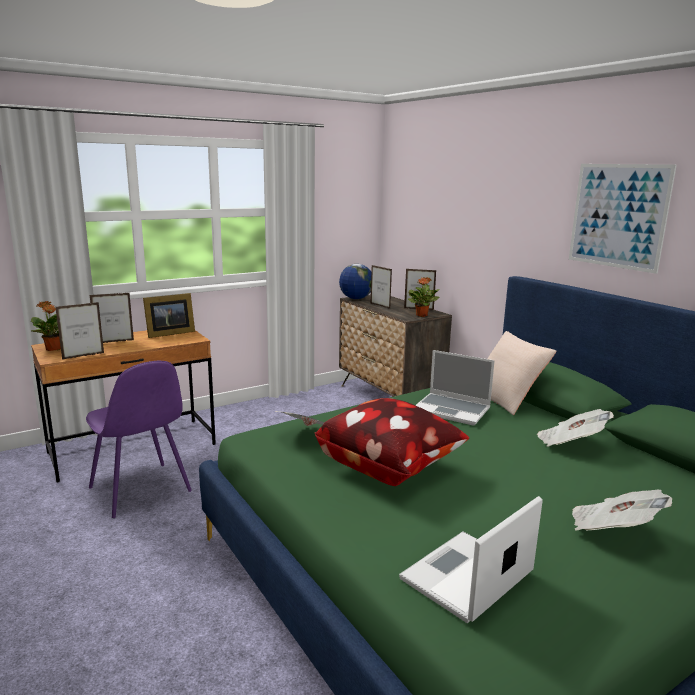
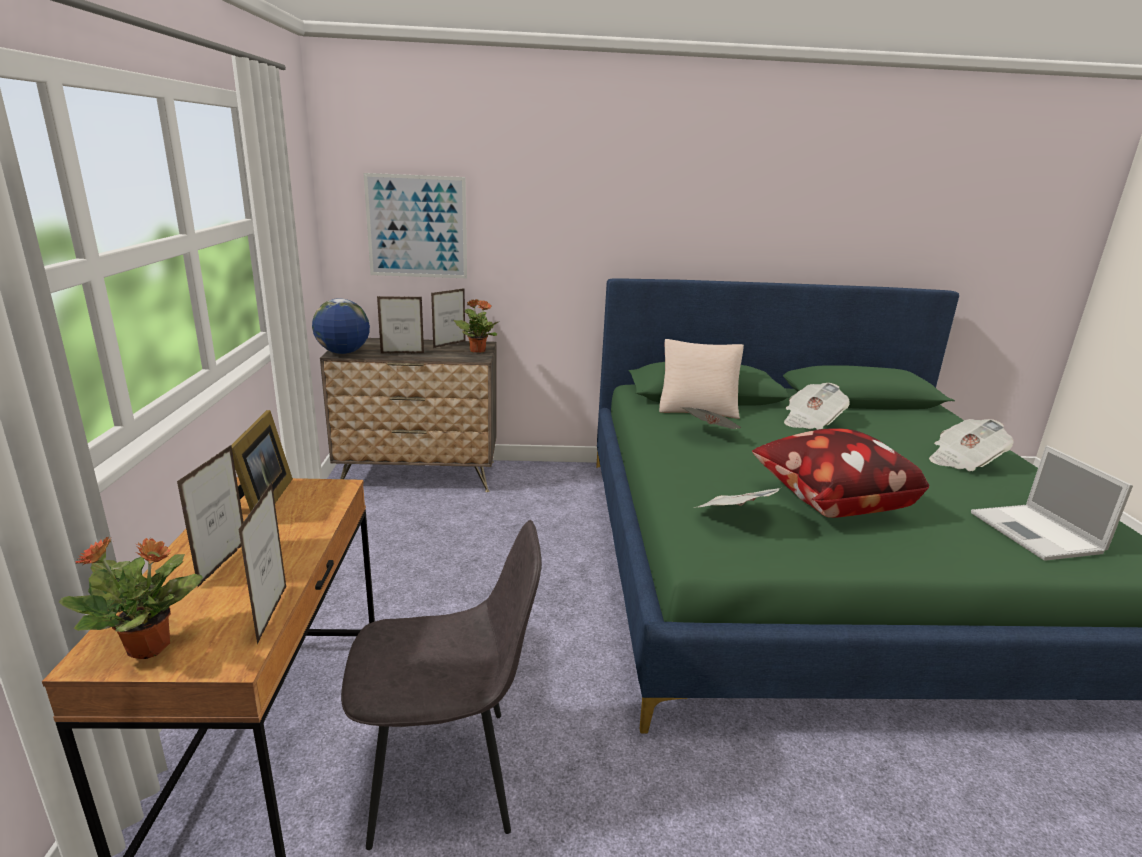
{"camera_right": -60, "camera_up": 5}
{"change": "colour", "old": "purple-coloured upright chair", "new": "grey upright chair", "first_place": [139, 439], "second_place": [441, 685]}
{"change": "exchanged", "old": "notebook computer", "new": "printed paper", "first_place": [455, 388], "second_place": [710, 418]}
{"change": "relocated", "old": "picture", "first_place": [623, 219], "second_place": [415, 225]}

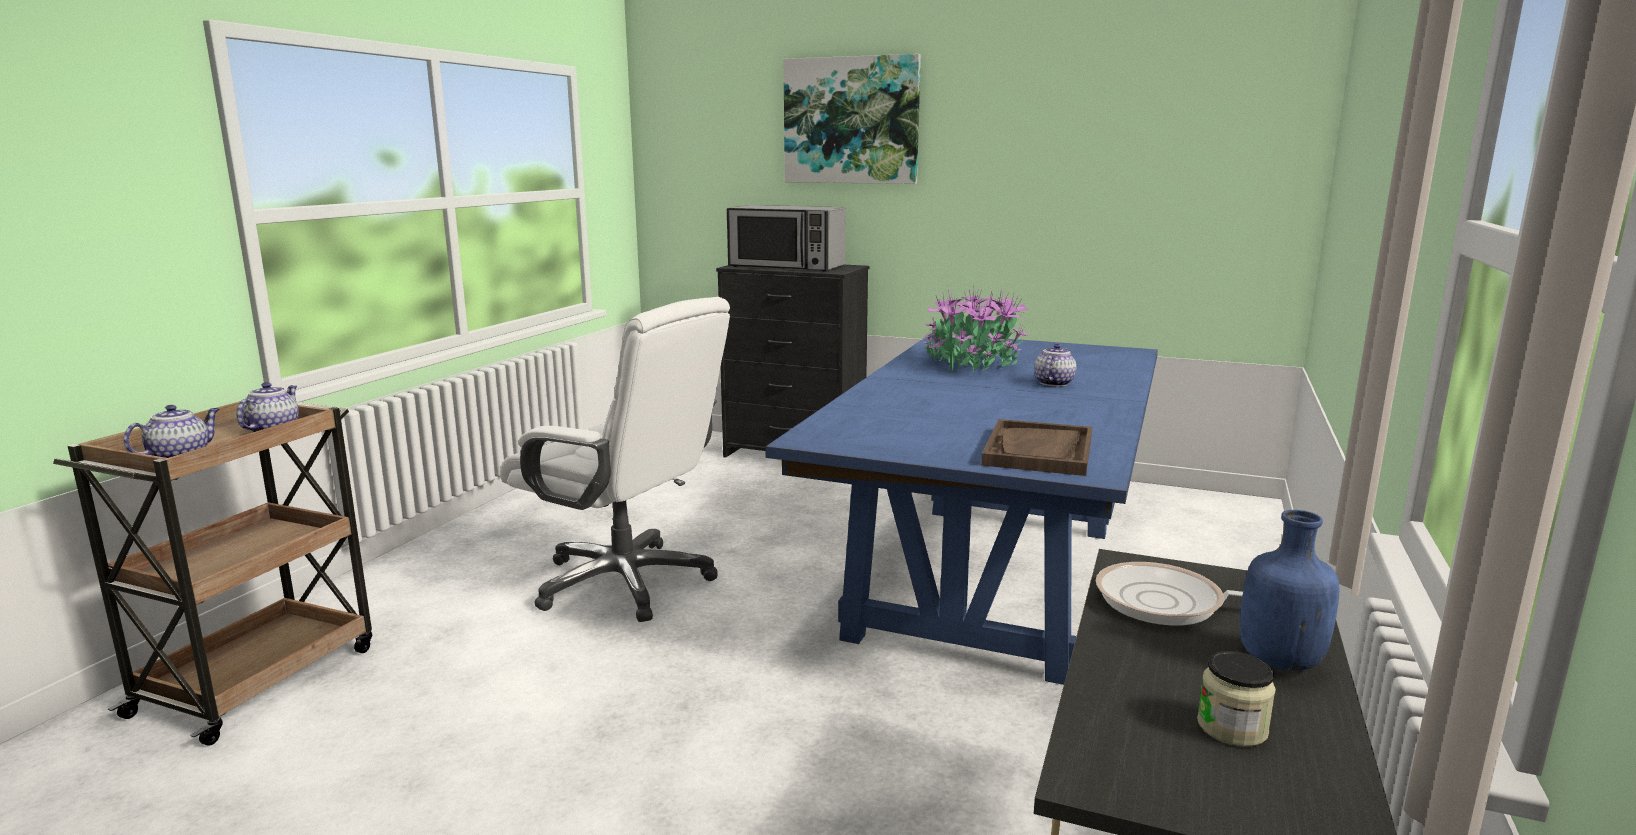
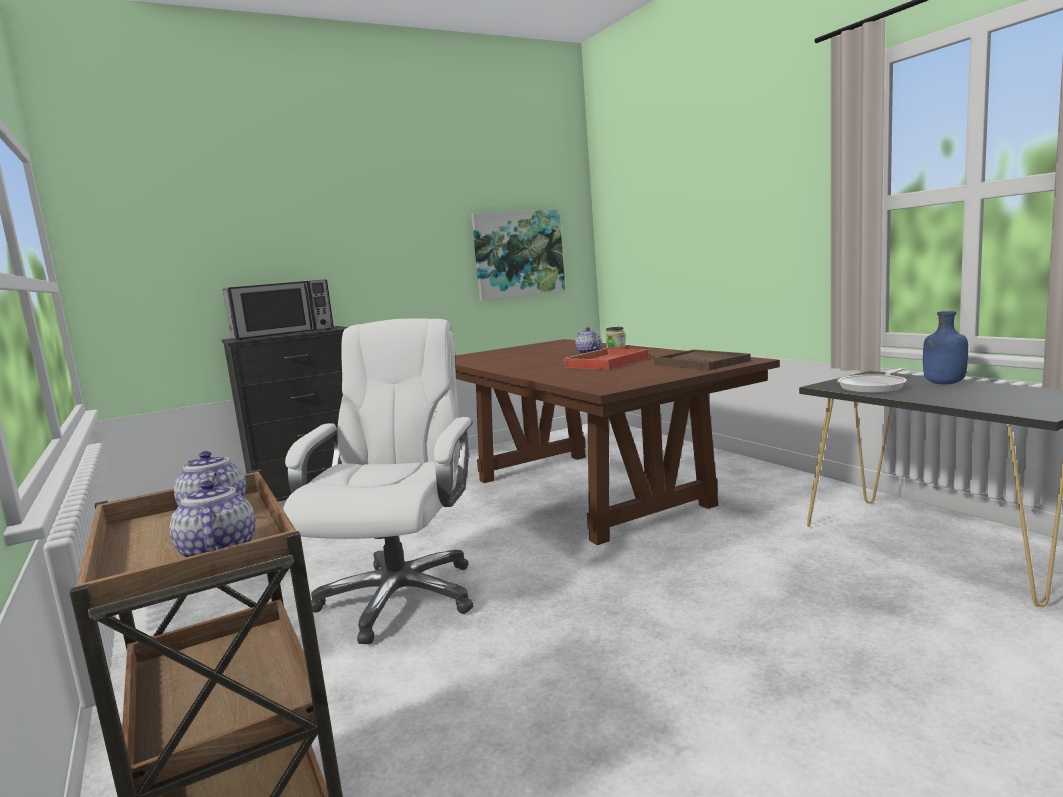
{"camera_right": -50, "camera_up": -5}
{"change": "spun", "old": "white-coloured desk chair", "first_place": [615, 459], "second_place": [378, 481], "degrees": -60}
{"change": "colour", "old": "bluish dining table", "new": "brown dining table", "first_place": [961, 509], "second_place": [617, 442]}
{"change": "relocated", "old": "picture", "first_place": [852, 119], "second_place": [518, 255]}
{"change": "missing", "old": "potted plant", "first_place": [975, 330]}
{"change": "relocated", "old": "jar", "first_place": [1236, 699], "second_place": [615, 338]}
{"change": "appeared", "new": "red tray", "second_place": [606, 359]}

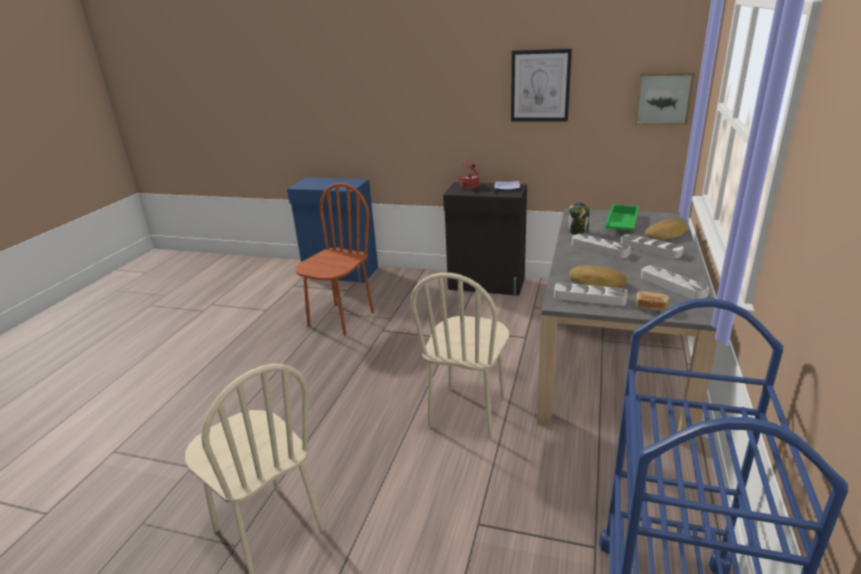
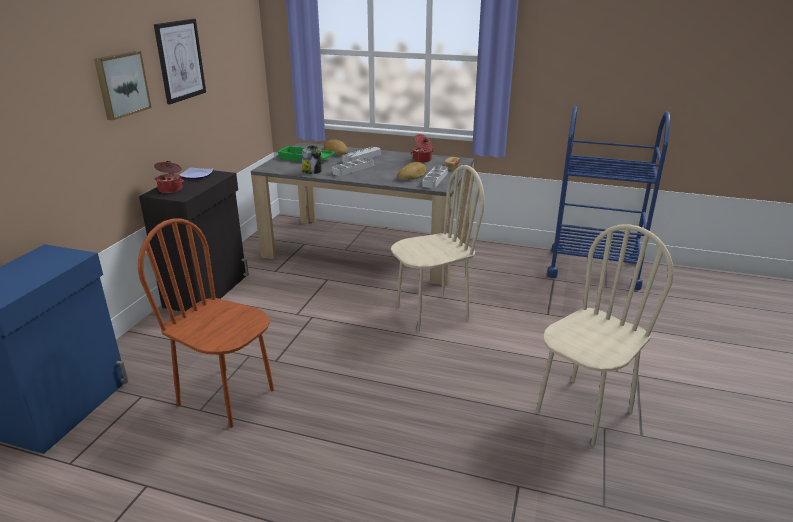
{"camera_right": -90, "camera_up": 0}
{"change": "spun", "old": "sand-coloured upright chair", "first_place": [460, 356], "second_place": [438, 248], "degrees": -45}
{"change": "relocated", "old": "picture", "first_place": [664, 98], "second_place": [123, 85]}
{"change": "exchanged", "old": "grey tray", "new": "stockpot", "first_place": [675, 282], "second_place": [422, 148]}

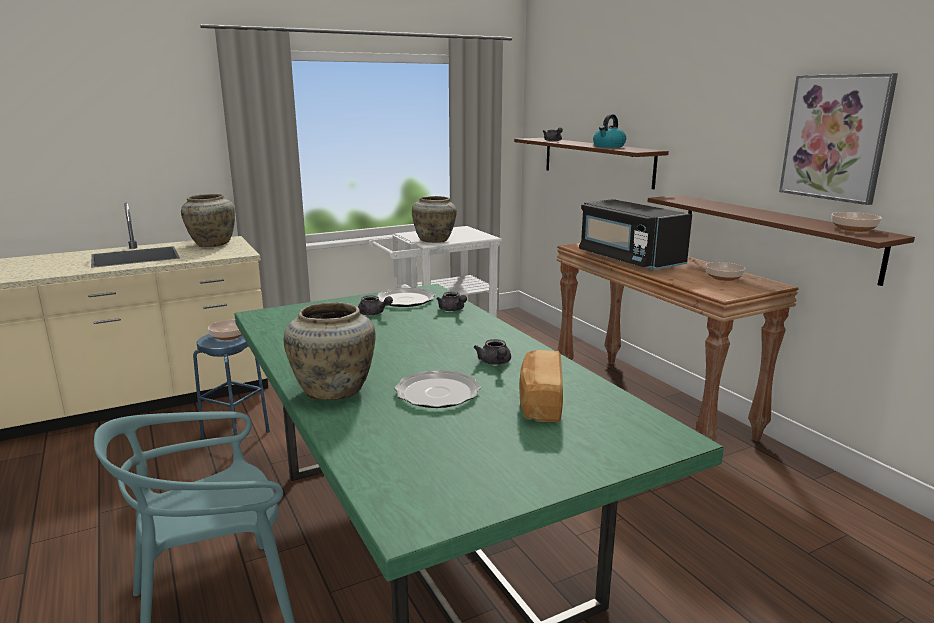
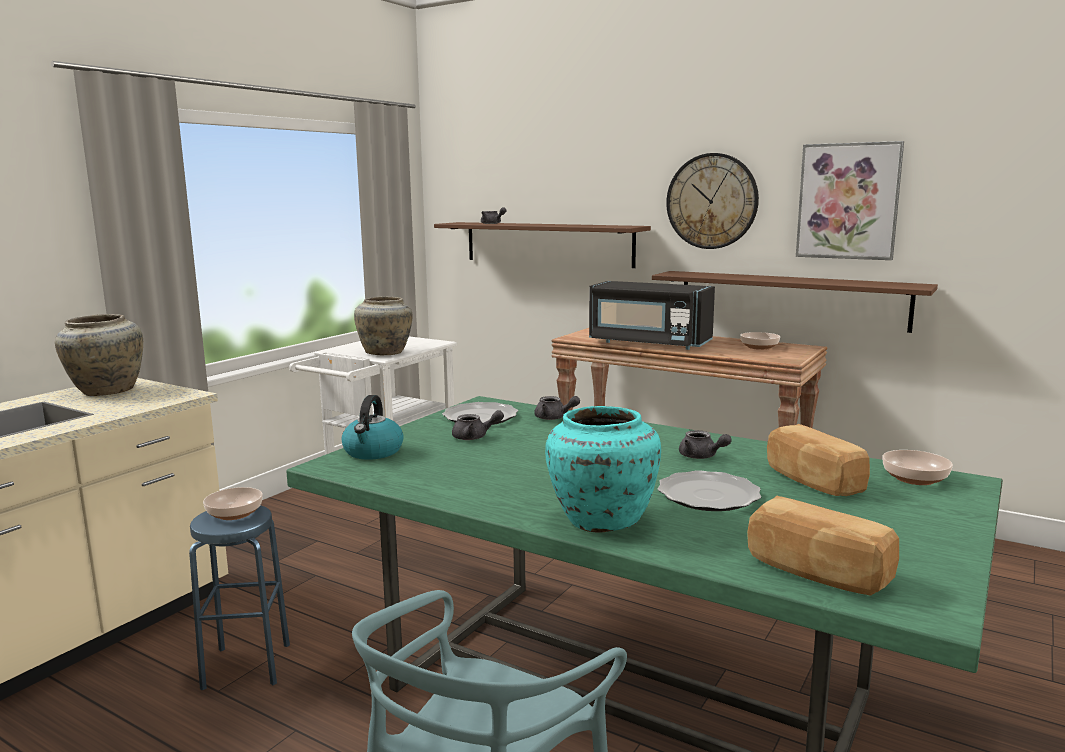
{"camera_right": -30, "camera_up": -5}
{"change": "colour", "old": "sand-coloured flower vase", "new": "blue-green flower vase", "first_place": [330, 351], "second_place": [603, 469]}
{"change": "relocated", "old": "tea kettle", "first_place": [609, 131], "second_place": [373, 427]}
{"change": "relocated", "old": "bowl", "first_place": [856, 222], "second_place": [918, 467]}
{"change": "appeared", "new": "hanging clock", "second_place": [712, 201]}
{"change": "appeared", "new": "bakery bread", "second_place": [823, 546]}

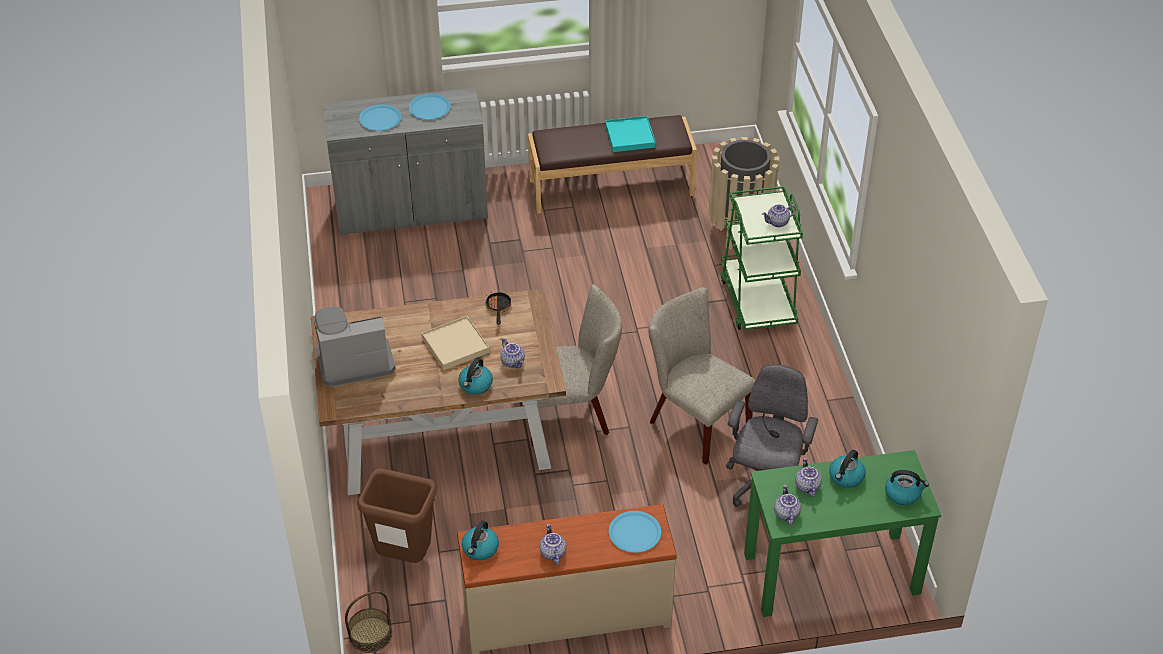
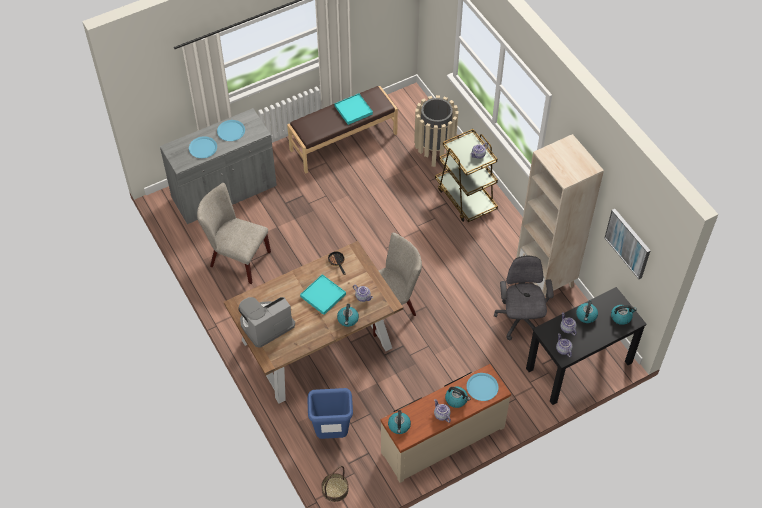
{"camera_right": -20, "camera_up": 10}
{"change": "colour", "old": "brown waste bin", "new": "bluish waste bin", "first_place": [397, 515], "second_place": [330, 413]}
{"change": "colour", "old": "sand-coloured tray", "new": "blue-green tray", "first_place": [456, 343], "second_place": [323, 294]}
{"change": "relocated", "old": "sand-coloured upright chair", "first_place": [701, 376], "second_place": [234, 233]}
{"change": "colour", "old": "greenish trolley", "new": "brown trolley", "first_place": [761, 258], "second_place": [466, 175]}
{"change": "colour", "old": "greenish desk unit", "new": "blackish desk unit", "first_place": [842, 533], "second_place": [586, 346]}
{"change": "appeared", "new": "tea kettle", "second_place": [457, 397]}
{"change": "appeared", "new": "sand-coloured bookshelf", "second_place": [560, 215]}
{"change": "appeared", "new": "picture", "second_place": [628, 244]}

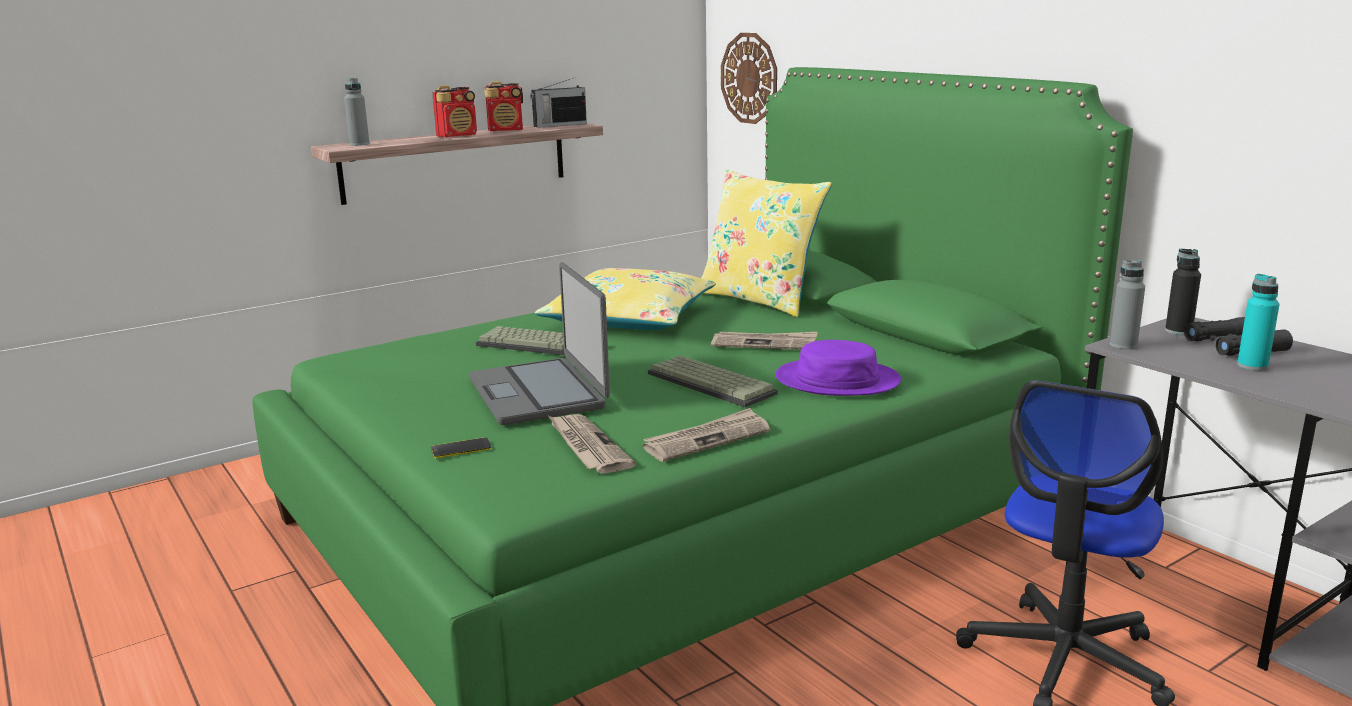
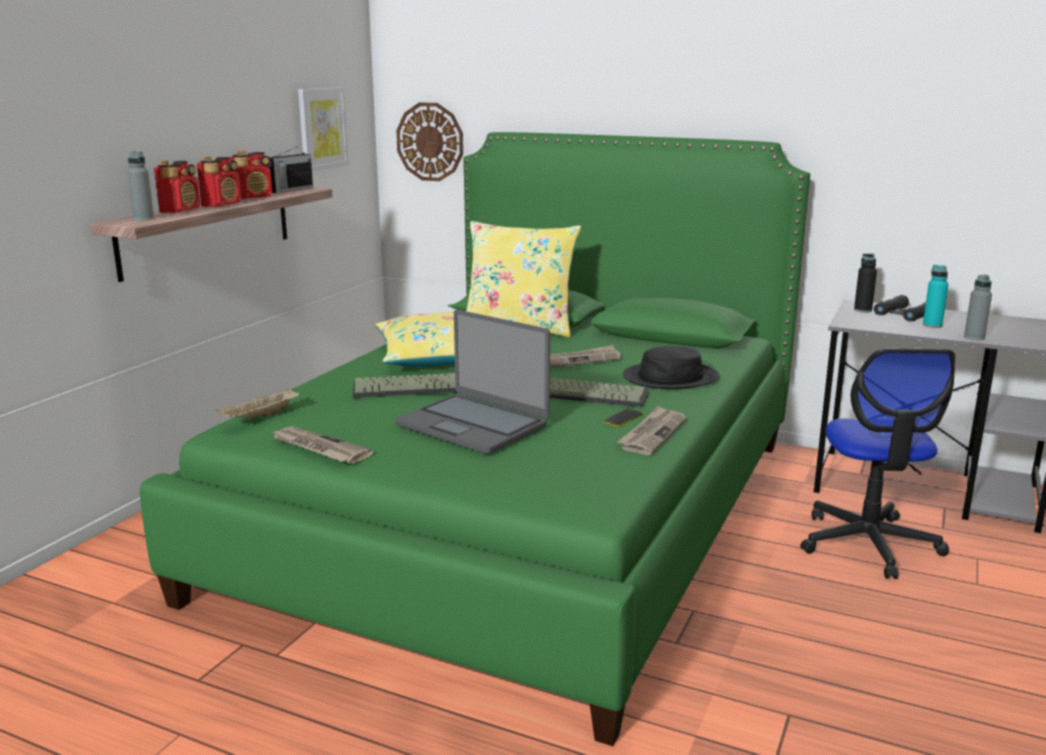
{"camera_right": -30, "camera_up": 0}
{"change": "relocated", "old": "telephone", "first_place": [461, 448], "second_place": [623, 418]}
{"change": "relocated", "old": "printed paper", "first_place": [592, 444], "second_place": [322, 445]}
{"change": "colour", "old": "purple-coloured wearable hat", "new": "blackish wearable hat", "first_place": [838, 368], "second_place": [671, 367]}
{"change": "relocated", "old": "grey beverage bottle", "first_place": [1127, 304], "second_place": [978, 307]}
{"change": "appeared", "new": "radio set", "second_place": [177, 186]}
{"change": "appeared", "new": "sand-coloured tray", "second_place": [257, 403]}
{"change": "appeared", "new": "picture", "second_place": [323, 129]}

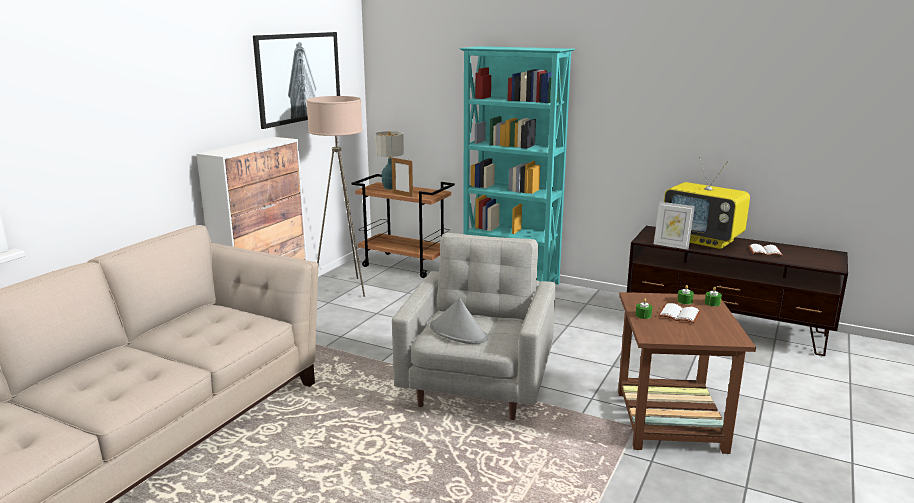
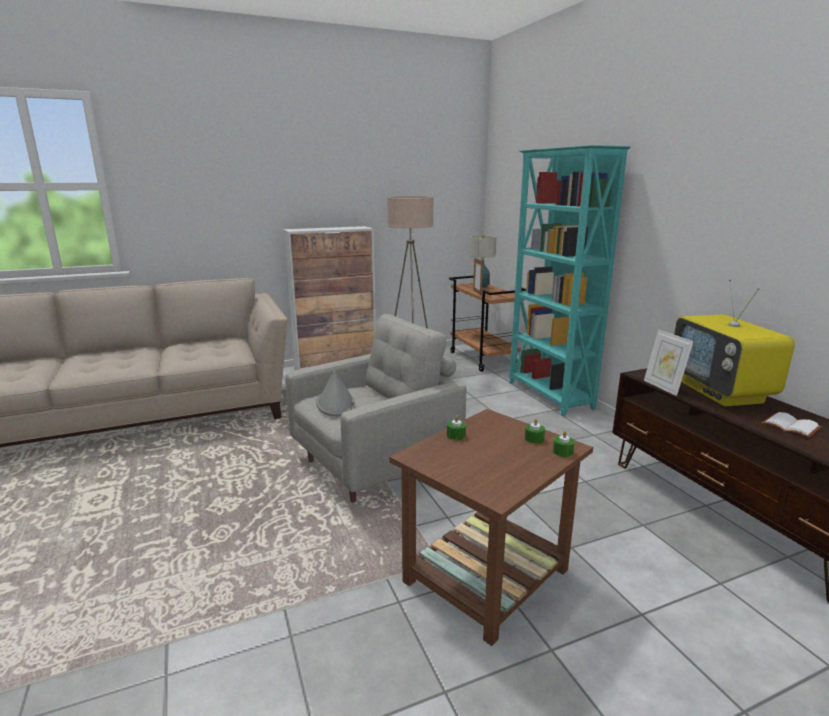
{"camera_right": 40, "camera_up": 0}
{"change": "missing", "old": "picture", "first_place": [296, 80]}
{"change": "missing", "old": "white-coloured bound book", "first_place": [679, 313]}

